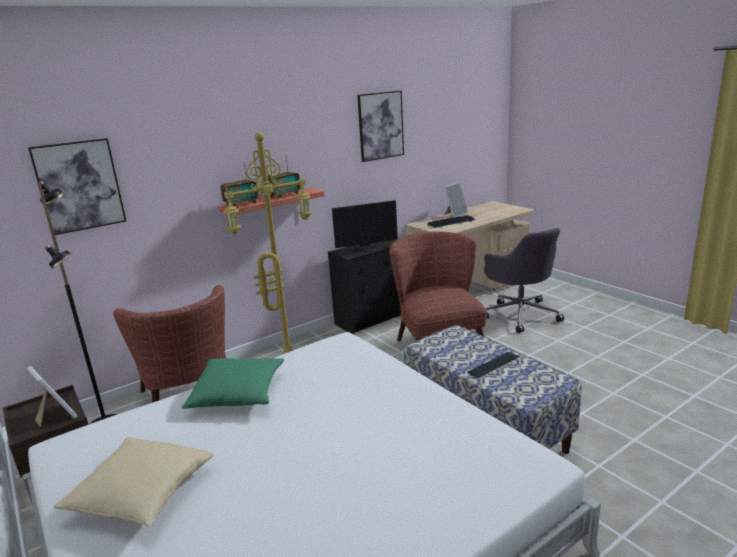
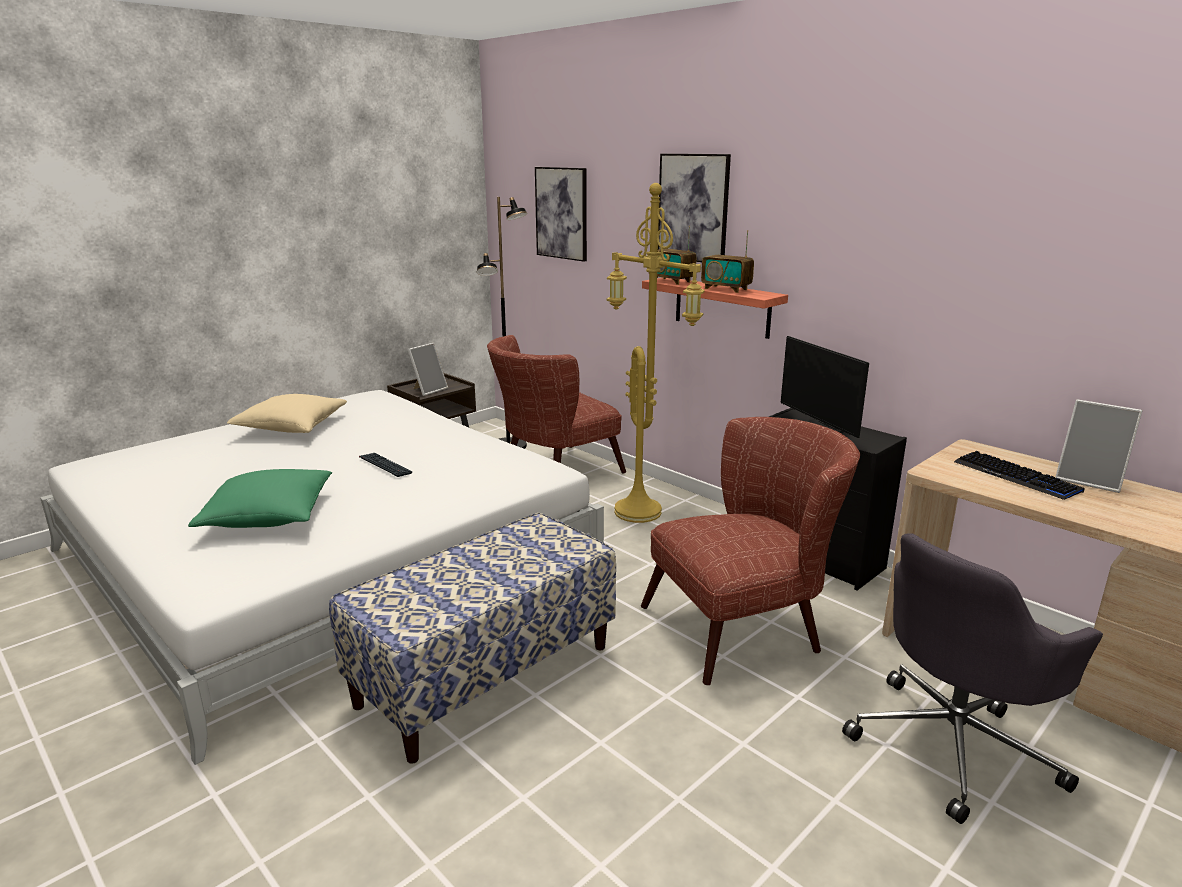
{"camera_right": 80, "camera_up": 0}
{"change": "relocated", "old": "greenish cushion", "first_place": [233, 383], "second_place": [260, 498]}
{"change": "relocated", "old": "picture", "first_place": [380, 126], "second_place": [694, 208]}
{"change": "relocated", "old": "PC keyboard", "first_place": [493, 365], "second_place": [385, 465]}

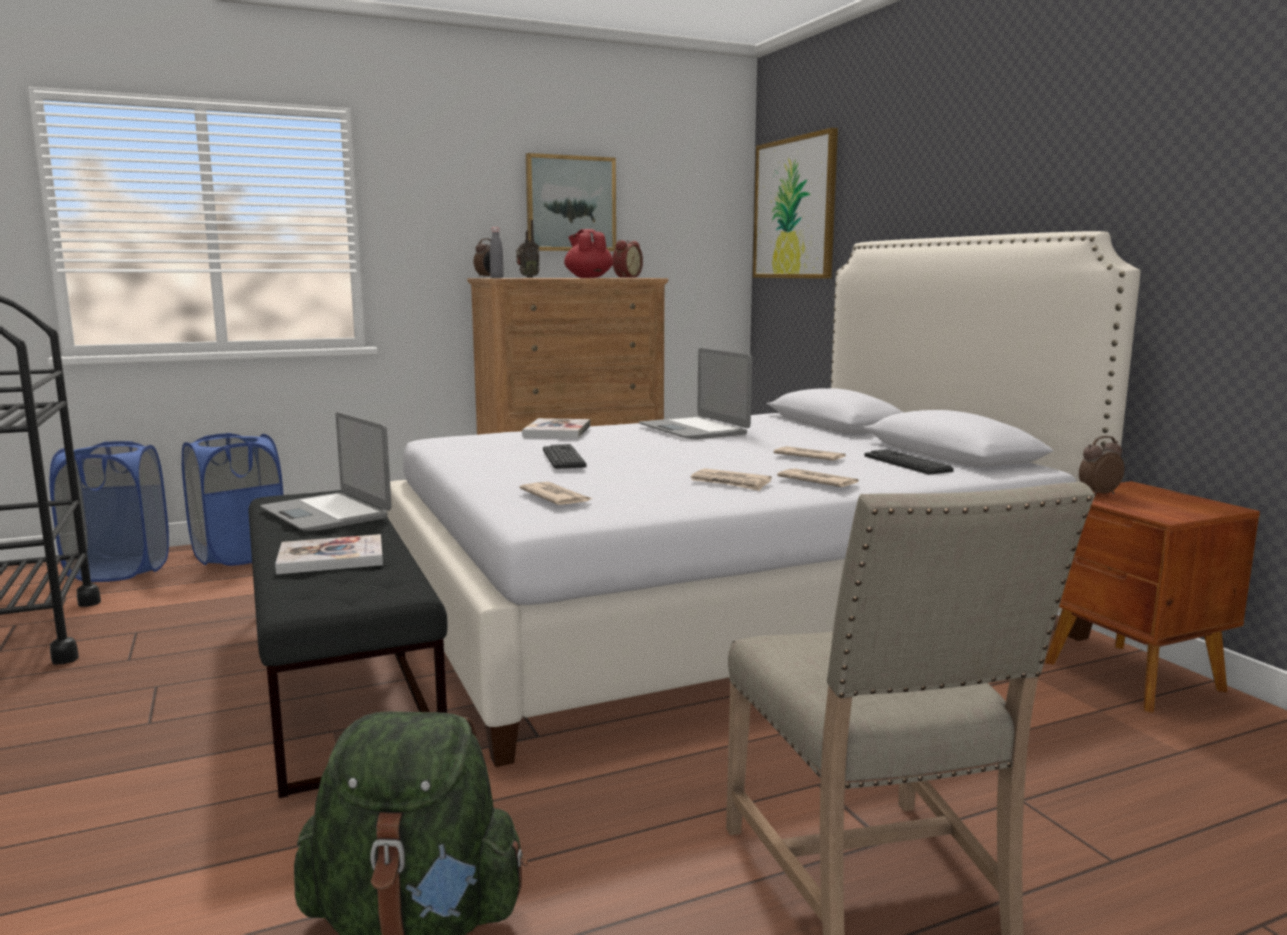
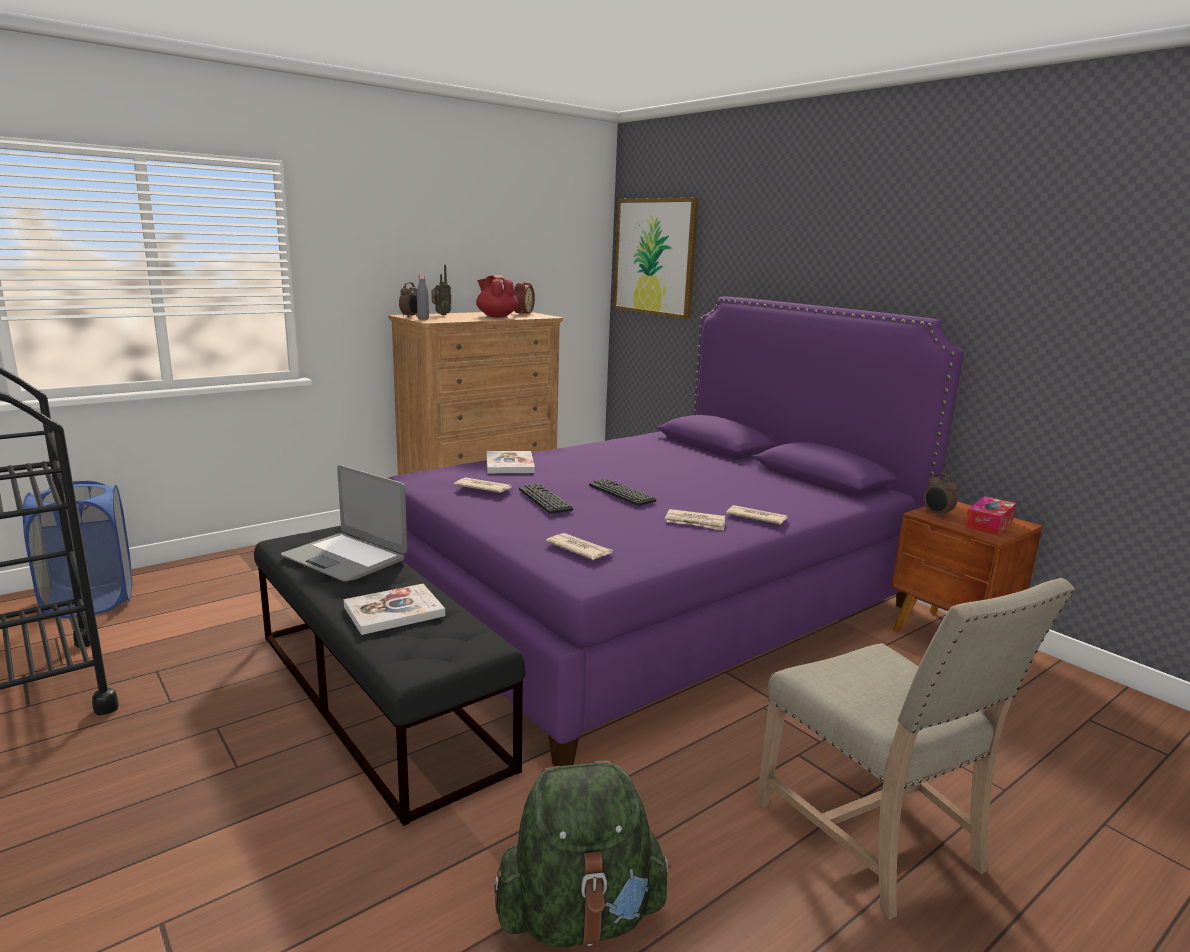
{"camera_right": -15, "camera_up": 5}
{"change": "missing", "old": "bluish laundry basket", "first_place": [232, 499]}
{"change": "colour", "old": "white-coloured bed", "new": "purple-coloured bed", "first_place": [763, 499], "second_place": [675, 531]}
{"change": "missing", "old": "picture", "first_place": [571, 202]}
{"change": "missing", "old": "notebook computer", "first_place": [695, 393]}
{"change": "relocated", "old": "printed paper", "first_place": [810, 453], "second_place": [483, 485]}
{"change": "relocated", "old": "PC keyboard", "first_place": [909, 462], "second_place": [622, 492]}
{"change": "spun", "old": "alarm clock", "first_place": [1101, 466], "second_place": [940, 495], "degrees": -90}
{"change": "appeared", "new": "box of tissues", "second_place": [990, 515]}

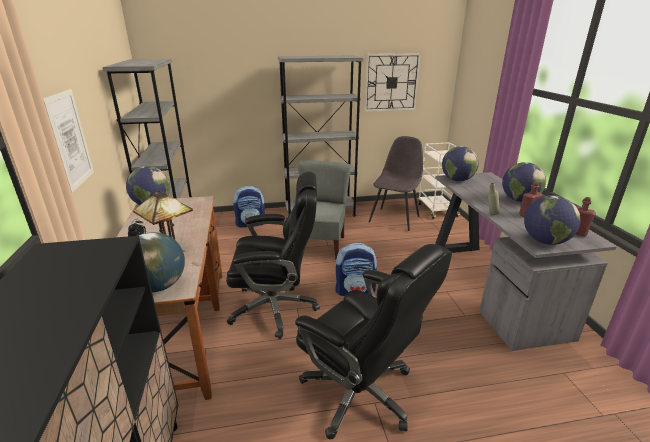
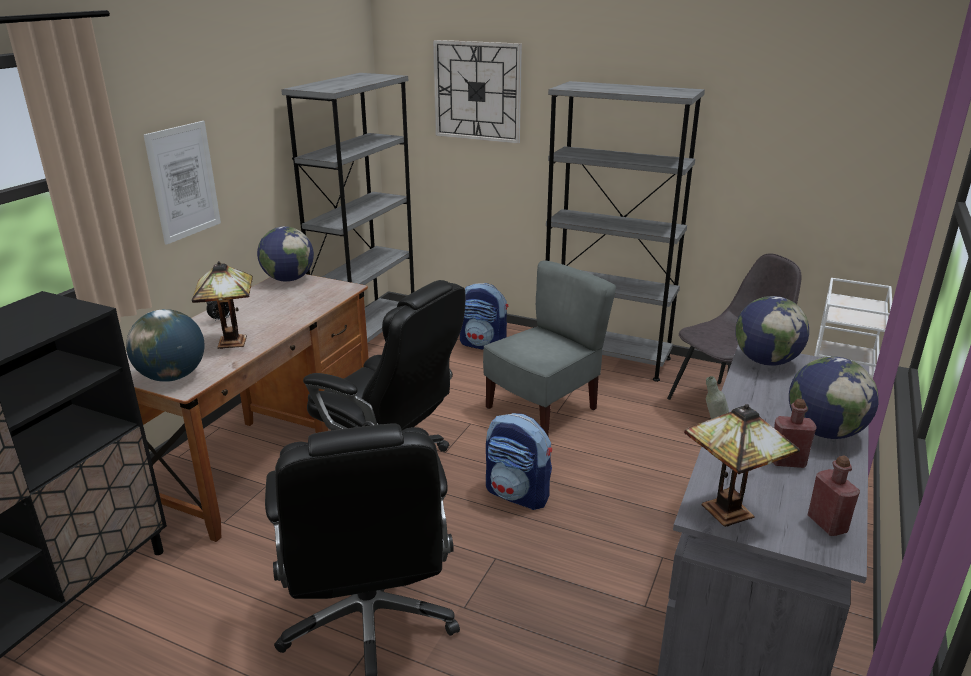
{"camera_right": 35, "camera_up": 0}
{"change": "relocated", "old": "hanging clock", "first_place": [392, 82], "second_place": [477, 92]}
{"change": "exchanged", "old": "world globe", "new": "tabletop lamp", "first_place": [552, 220], "second_place": [742, 465]}

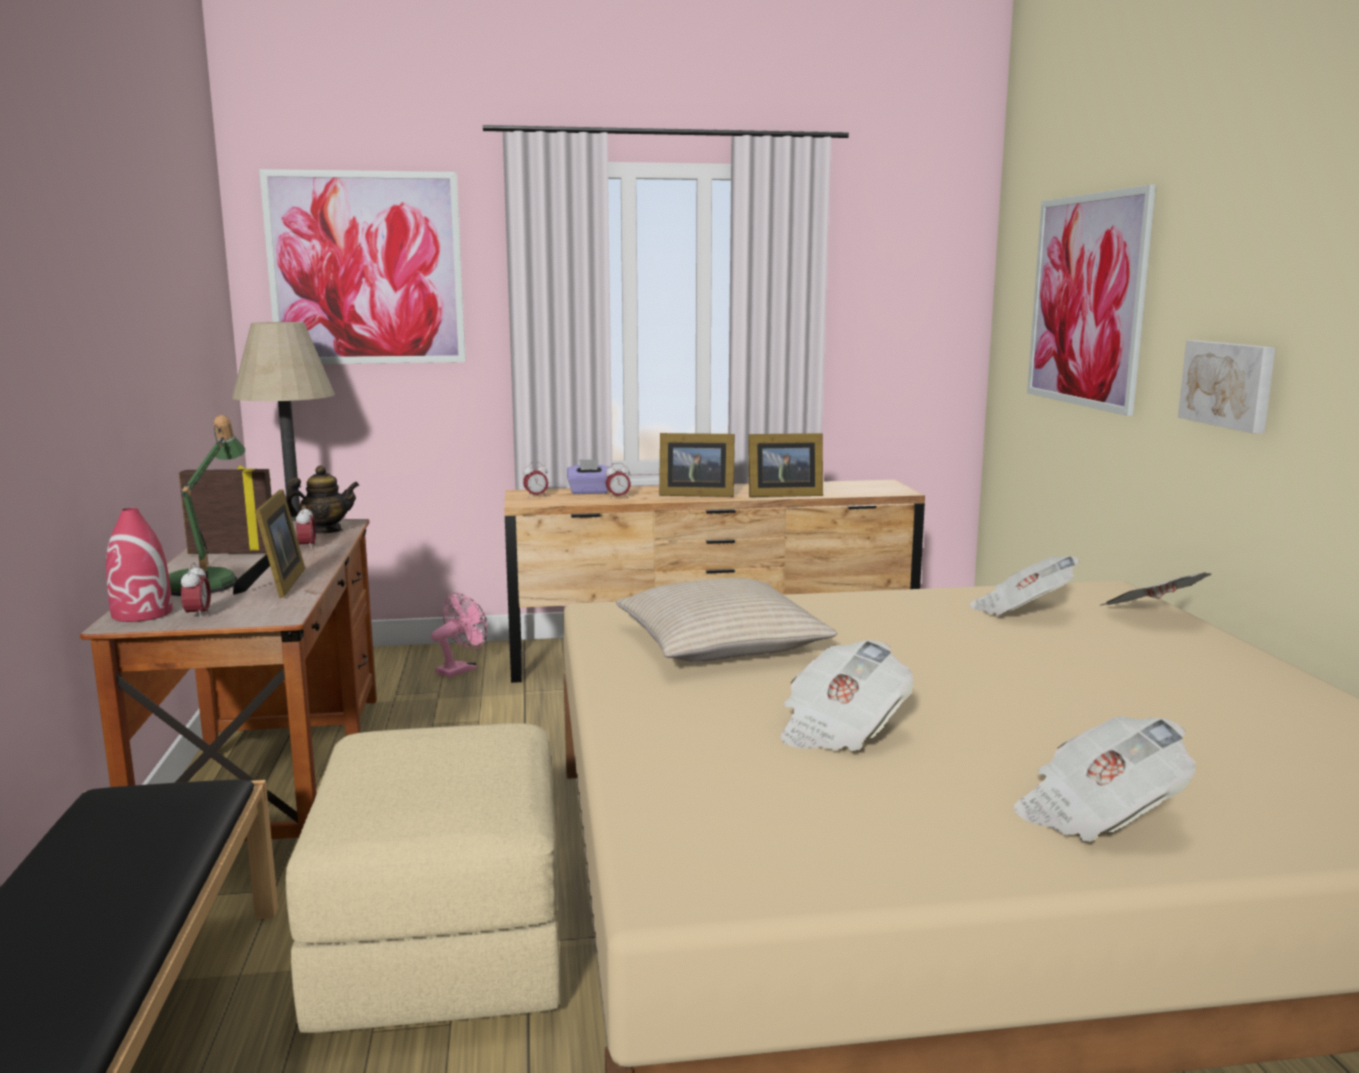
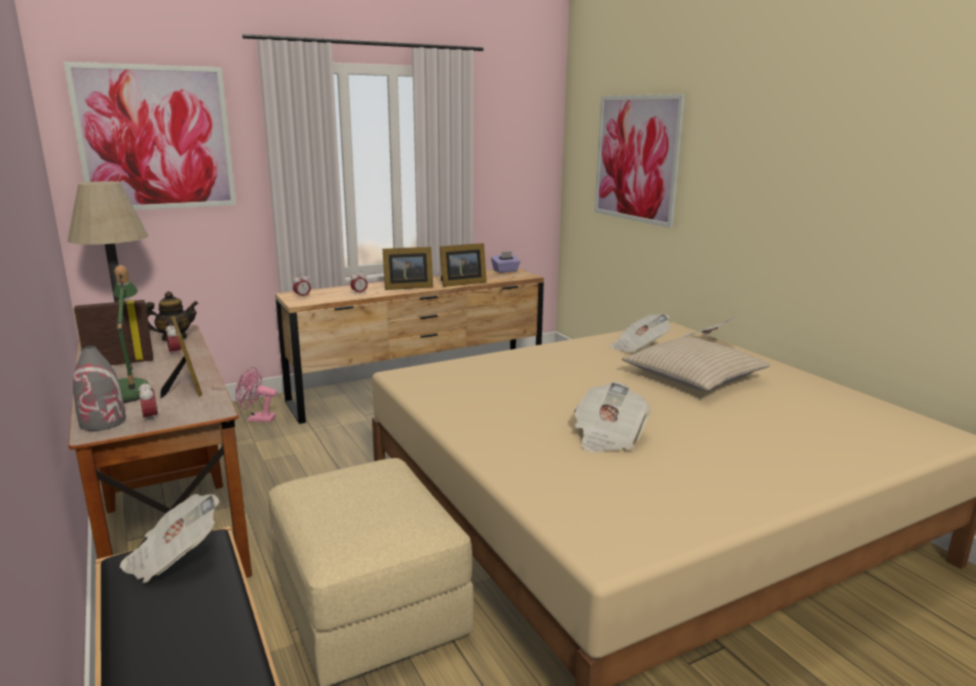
{"camera_right": -20, "camera_up": 5}
{"change": "colour", "old": "red flower vase", "new": "grey flower vase", "first_place": [139, 565], "second_place": [99, 388]}
{"change": "spun", "old": "pink-coloured cooling fan", "first_place": [459, 635], "second_place": [256, 394], "degrees": -105}
{"change": "relocated", "old": "purple-coloured box of tissues", "first_place": [588, 476], "second_place": [505, 262]}
{"change": "relocated", "old": "sand-coloured cushion", "first_place": [726, 620], "second_place": [696, 364]}
{"change": "relocated", "old": "printed paper", "first_place": [1105, 779], "second_place": [170, 538]}
{"change": "missing", "old": "picture", "first_place": [1226, 386]}

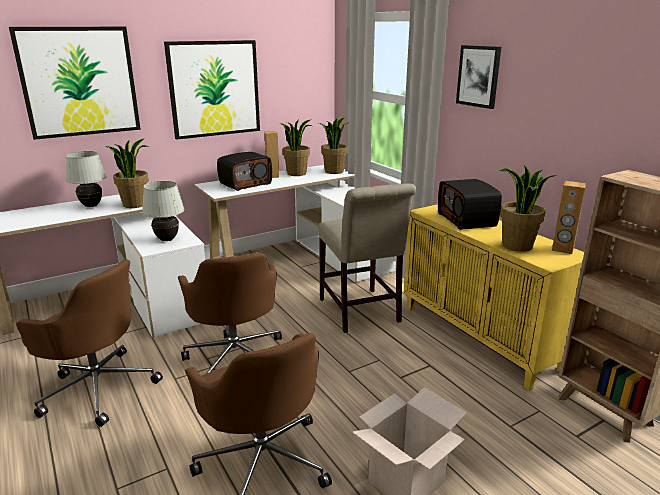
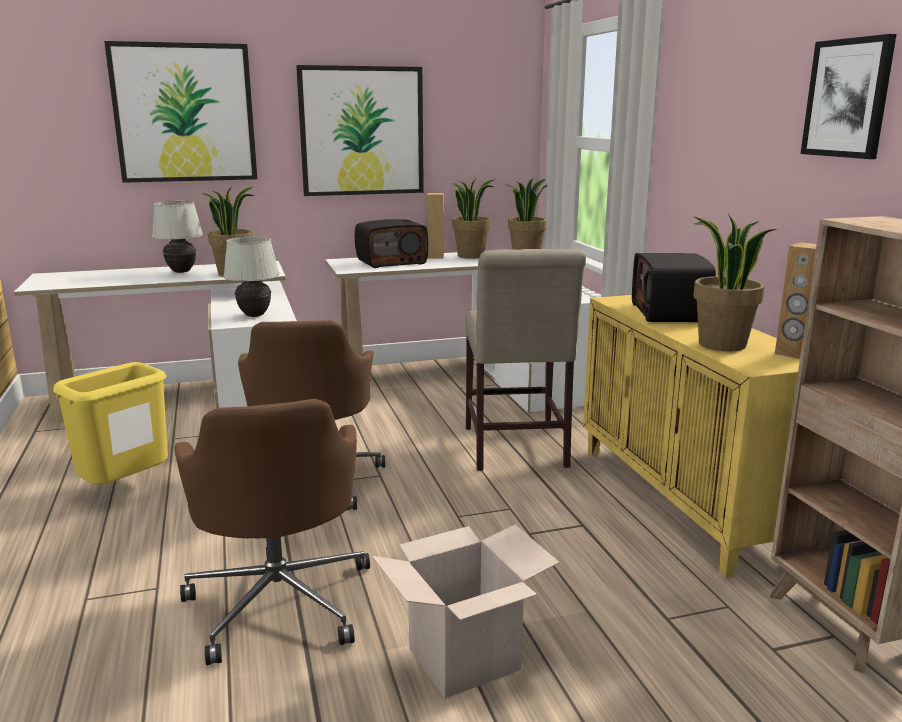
{"camera_right": 15, "camera_up": -5}
{"change": "exchanged", "old": "brown desk chair", "new": "yellow waste bin", "first_place": [89, 343], "second_place": [110, 423]}
{"change": "relocated", "old": "picture", "first_place": [478, 77], "second_place": [849, 96]}

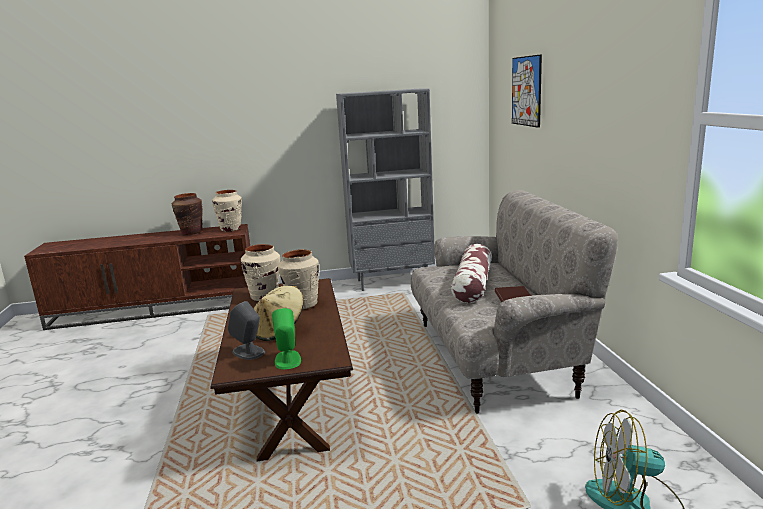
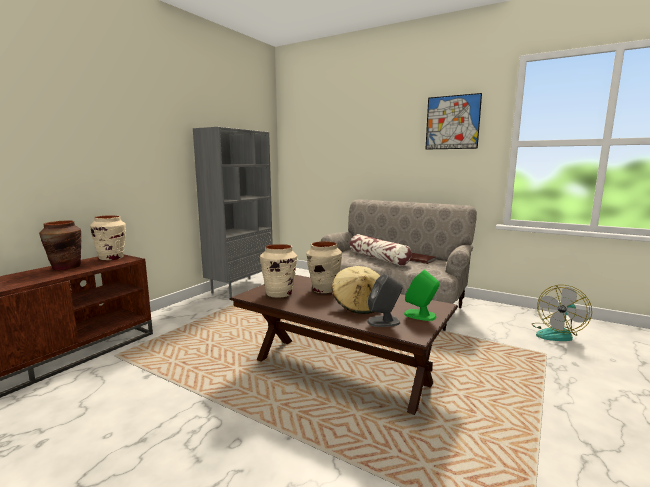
{"camera_right": -50, "camera_up": -5}
{"change": "relocated", "old": "picture", "first_place": [527, 91], "second_place": [454, 121]}

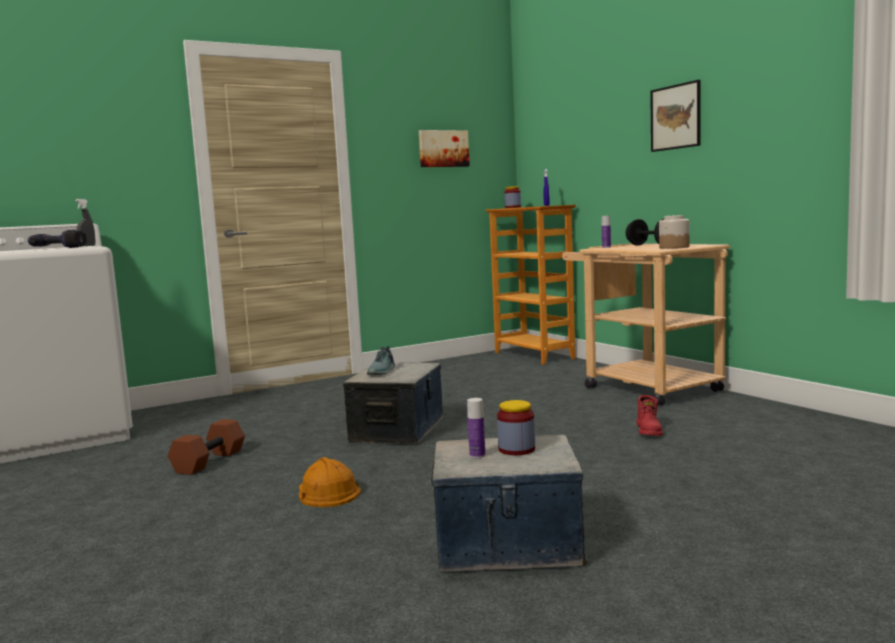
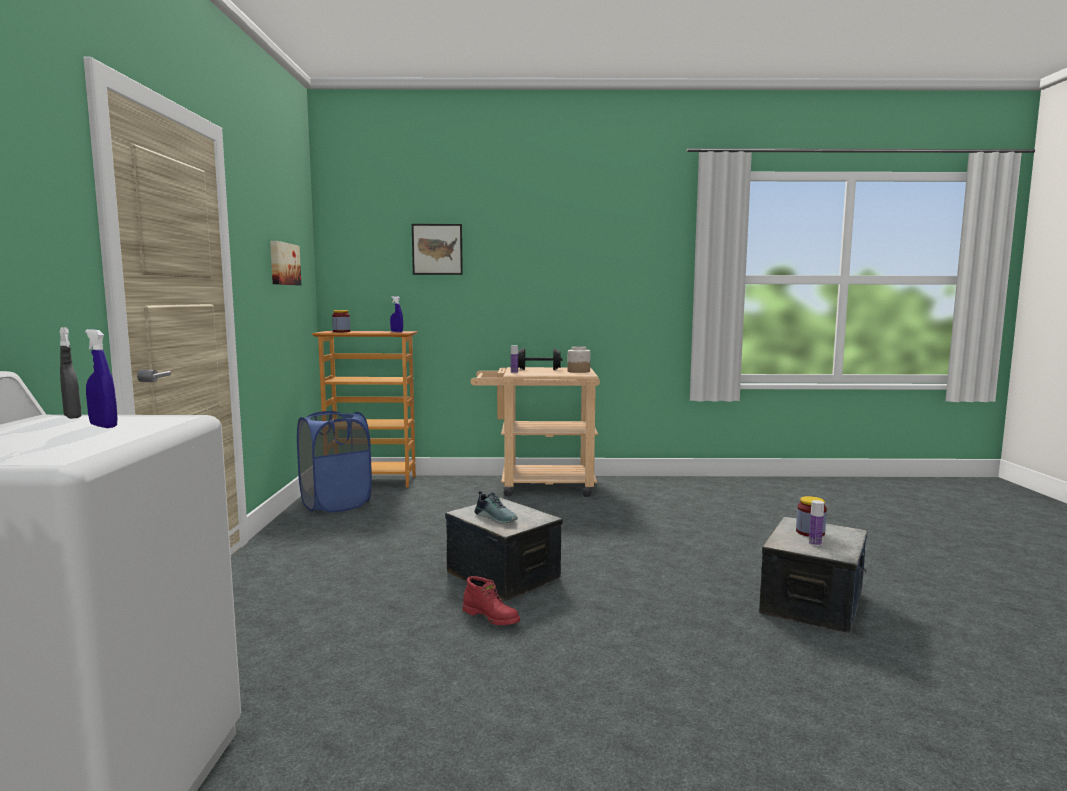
{"camera_right": -60, "camera_up": 0}
{"change": "exchanged", "old": "power drill", "new": "bluish sprayer", "first_place": [57, 239], "second_place": [101, 378]}
{"change": "missing", "old": "brown dumbbell", "first_place": [206, 447]}
{"change": "missing", "old": "orangey work helmet", "first_place": [330, 482]}
{"change": "relocated", "old": "red boot", "first_place": [649, 415], "second_place": [491, 600]}
{"change": "relocated", "old": "picture", "first_place": [675, 116], "second_place": [437, 249]}
{"change": "appeared", "new": "bluish laundry basket", "second_place": [334, 461]}

